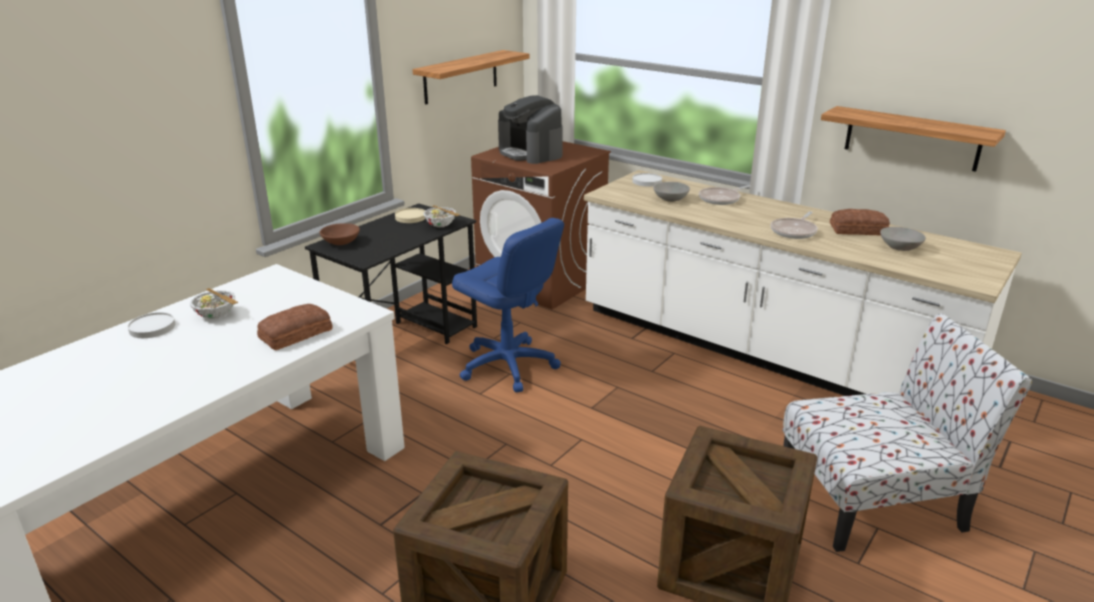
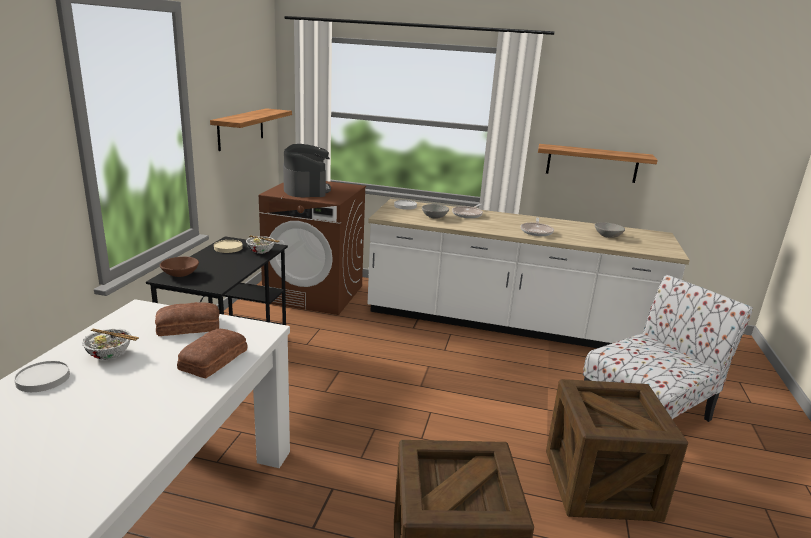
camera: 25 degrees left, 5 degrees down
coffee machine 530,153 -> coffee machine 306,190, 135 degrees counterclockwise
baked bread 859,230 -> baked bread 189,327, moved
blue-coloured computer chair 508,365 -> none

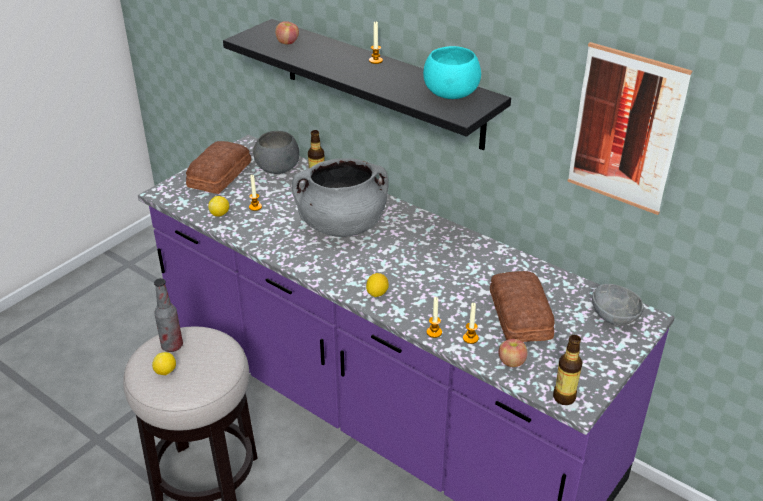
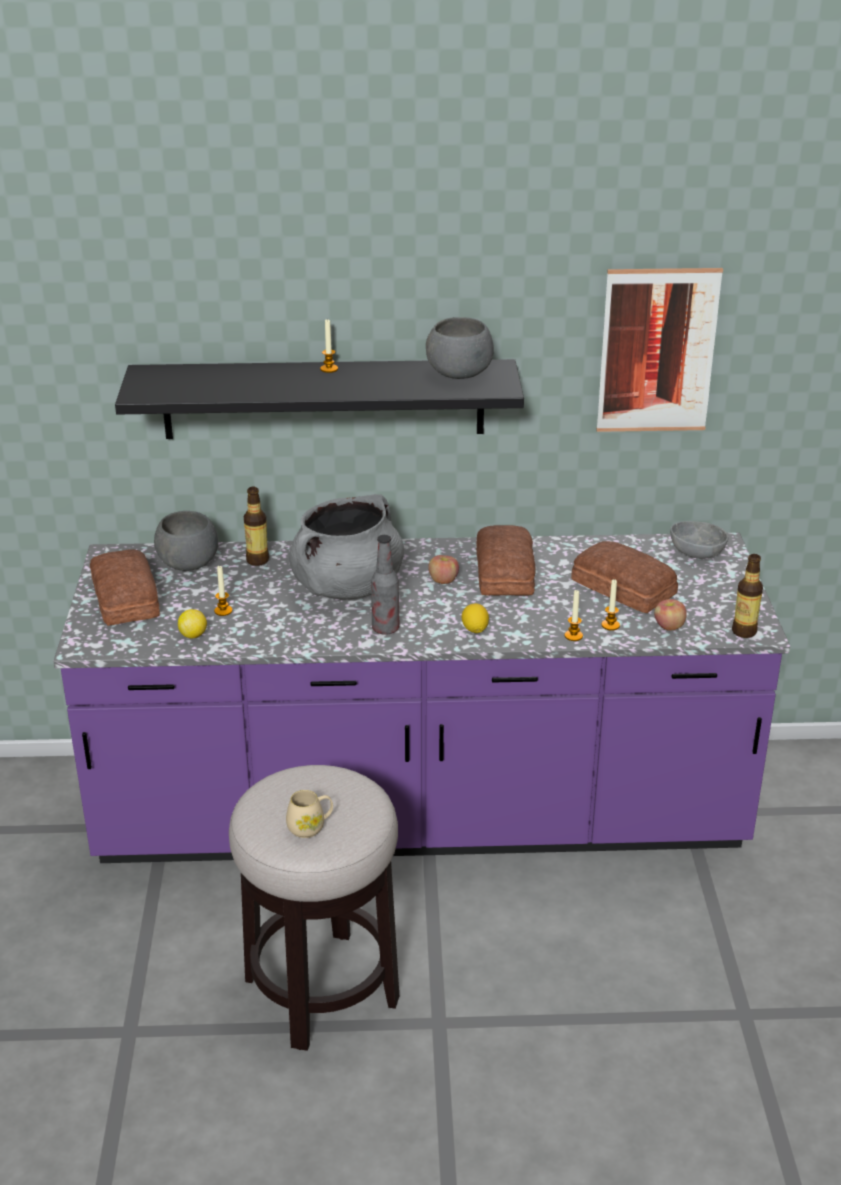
camera: 40 degrees left, 5 degrees down
apple fruit 287,42 -> apple fruit 443,580, moved
blue-green deep dish 450,94 -> greyish deep dish 458,375
bottle 172,346 -> bottle 385,629, moved
lemon 166,372 -> beige coffee mug 310,827
none -> baked bread 506,571

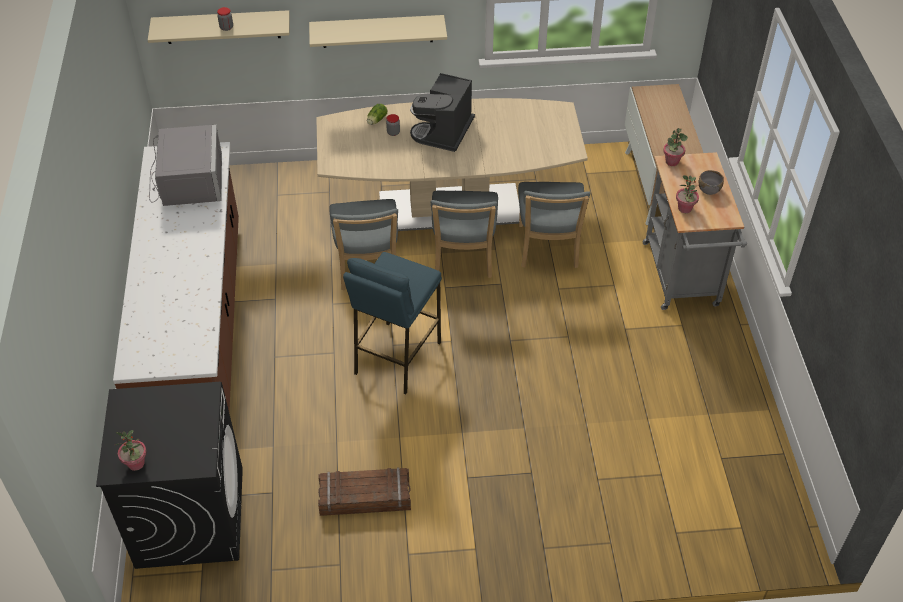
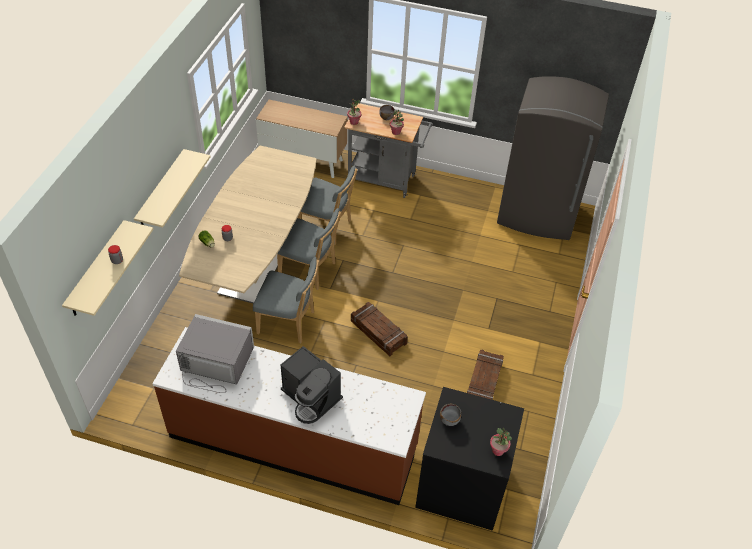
camera: 70 degrees left, 0 degrees up
coffee machine 444,133 -> coffee machine 311,398, moved
blue-coloured sitting stool 396,358 -> packing crate 378,333
none -> greyish fridge 537,215
none -> greyish deep dish 449,420

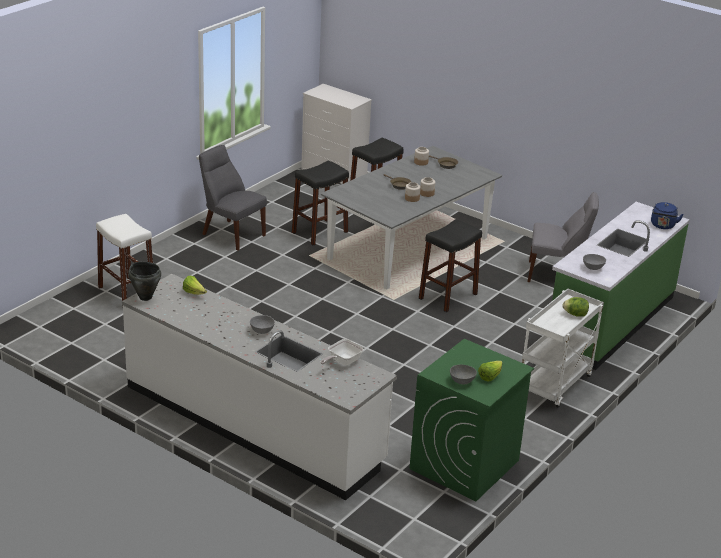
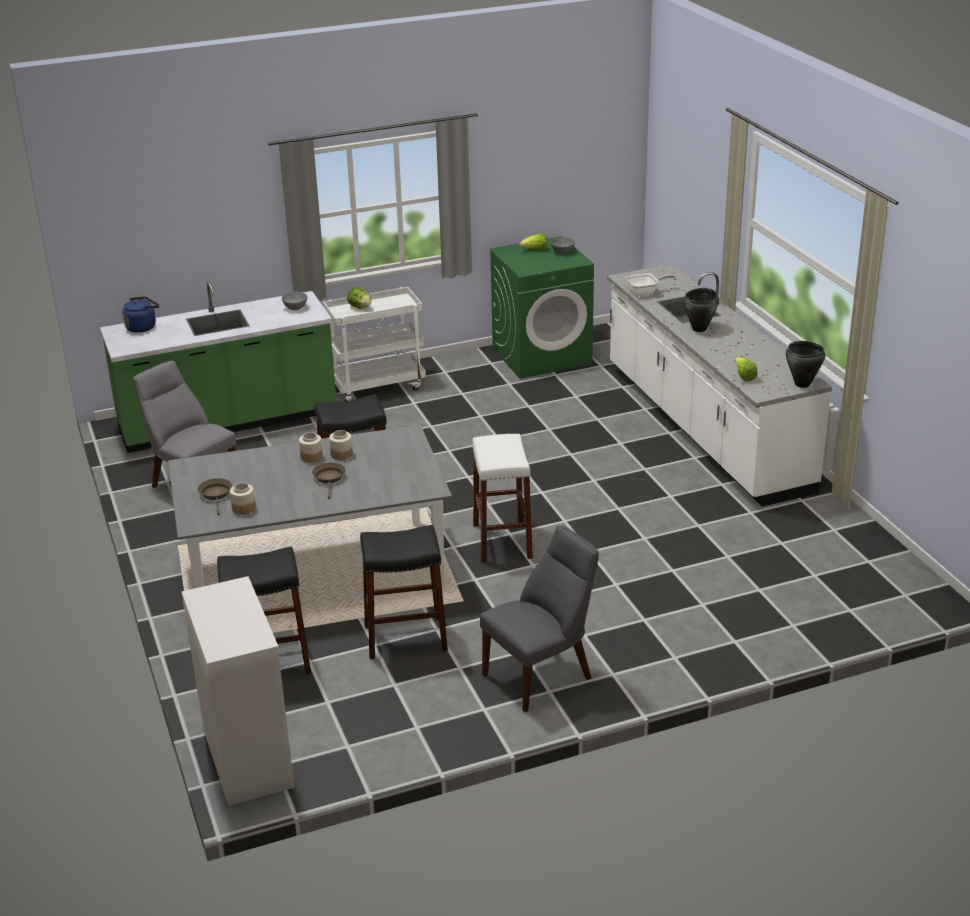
camera: 145 degrees left, 0 degrees up
greyish chair 231,234 -> greyish chair 541,675, 105 degrees counterclockwise
white sitting stool 126,292 -> white sitting stool 502,541, moved
greyish deep dish 261,331 -> black saucepot 699,329

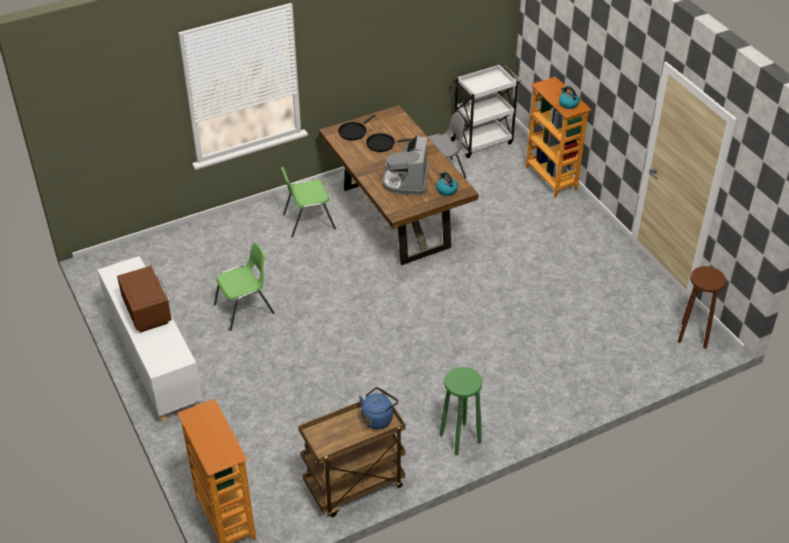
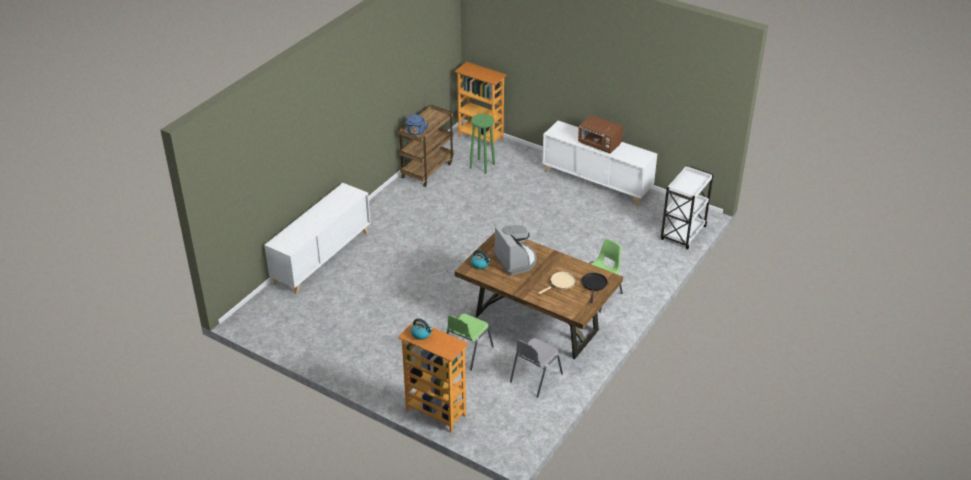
camera: 150 degrees right, 5 degrees down
white cart 483,141 -> white cart 683,234, moved
black skillet 382,144 -> beige skillet 561,283
green chair 245,309 -> green chair 467,352, moved
brownish sitting stool 693,336 -> none
green sitting stool 459,438 -> green sitting stool 482,166, moved
none -> white storage cabinet 322,257

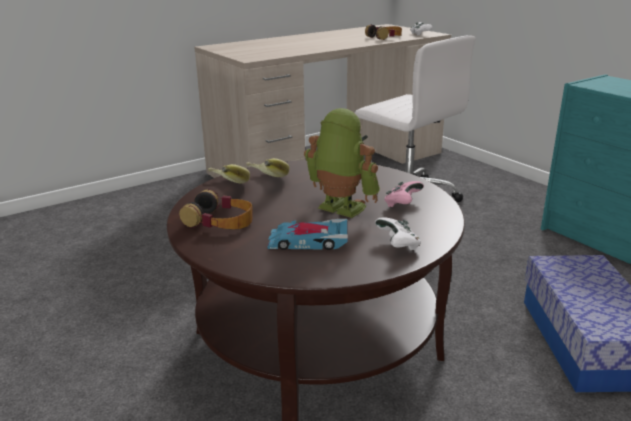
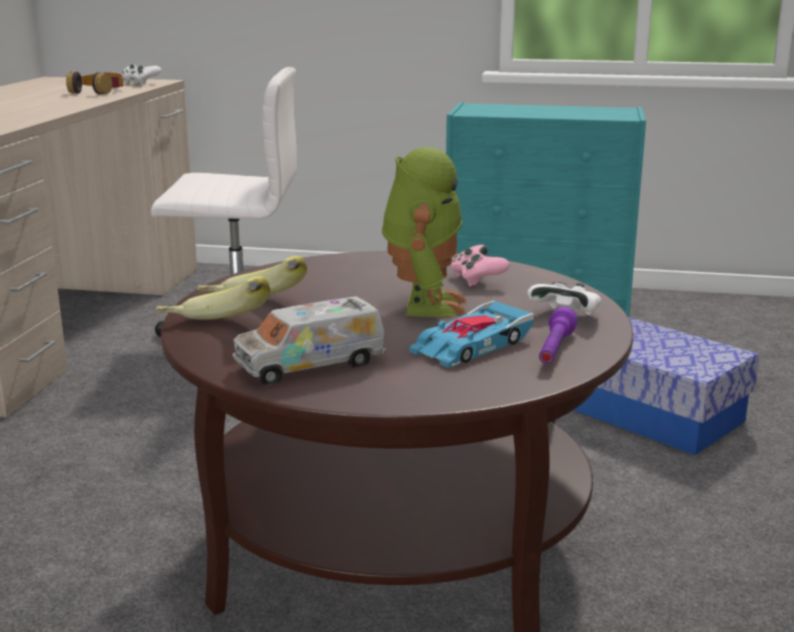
camera: 45 degrees left, 5 degrees down
robot figure 339,209 -> robot figure 423,305, 105 degrees clockwise
pair of headphones 220,221 -> model truck 310,364
none -> purple-coloured hand torch 555,350

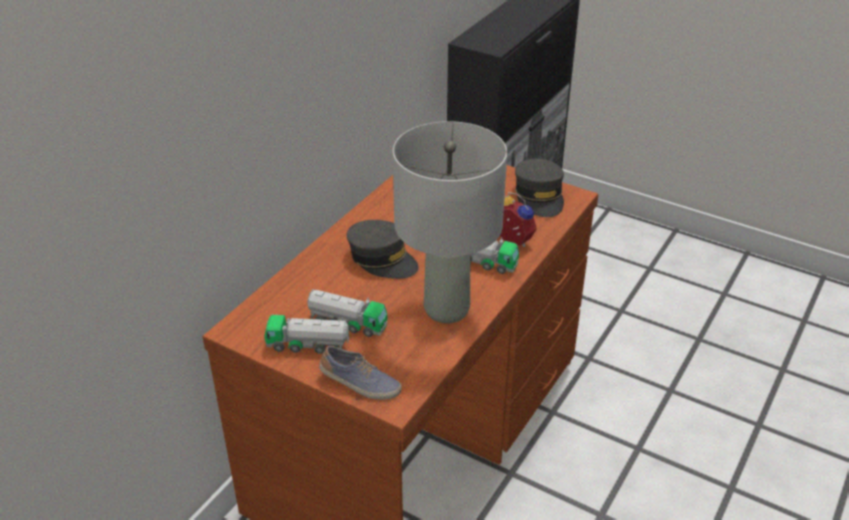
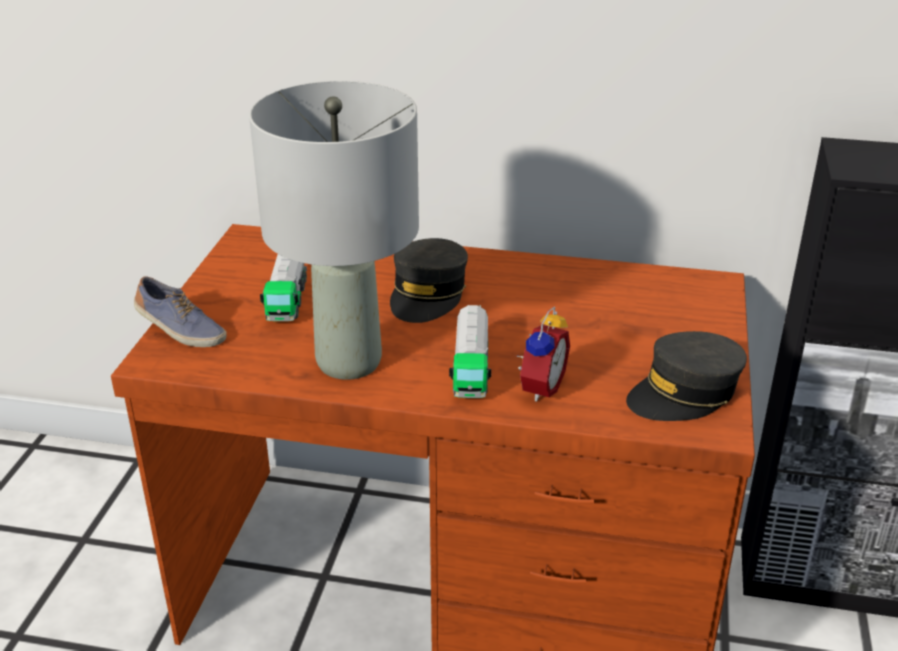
camera: 70 degrees right, 5 degrees down
model truck 308,345 -> none
shoe 360,384 -> shoe 180,330, 60 degrees counterclockwise

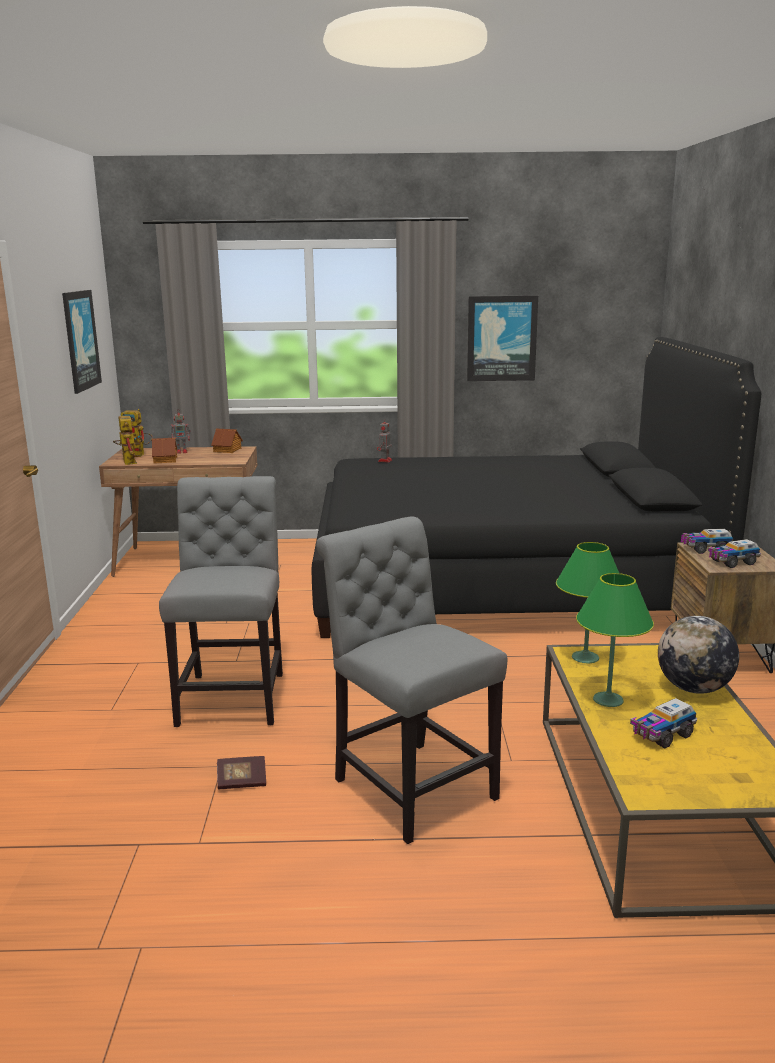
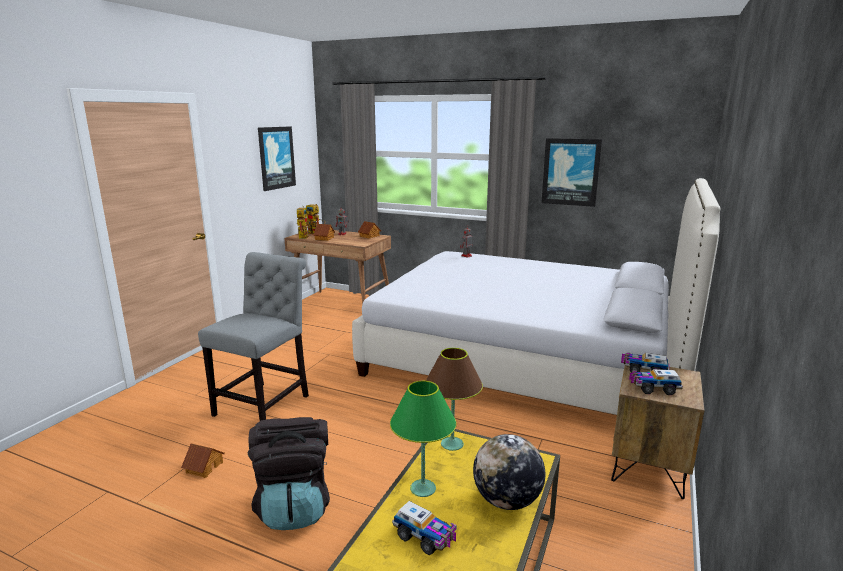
camera: 25 degrees right, 0 degrees up
black bed 504,581 -> white bed 527,360
greyish chair 409,785 -> black rucksack 294,506
green lamp for a table 585,657 -> brownish lamp for a table 451,444
model truck 661,735 -> model truck 425,537, 135 degrees counterclockwise
book 242,782 -> miniature house 204,467

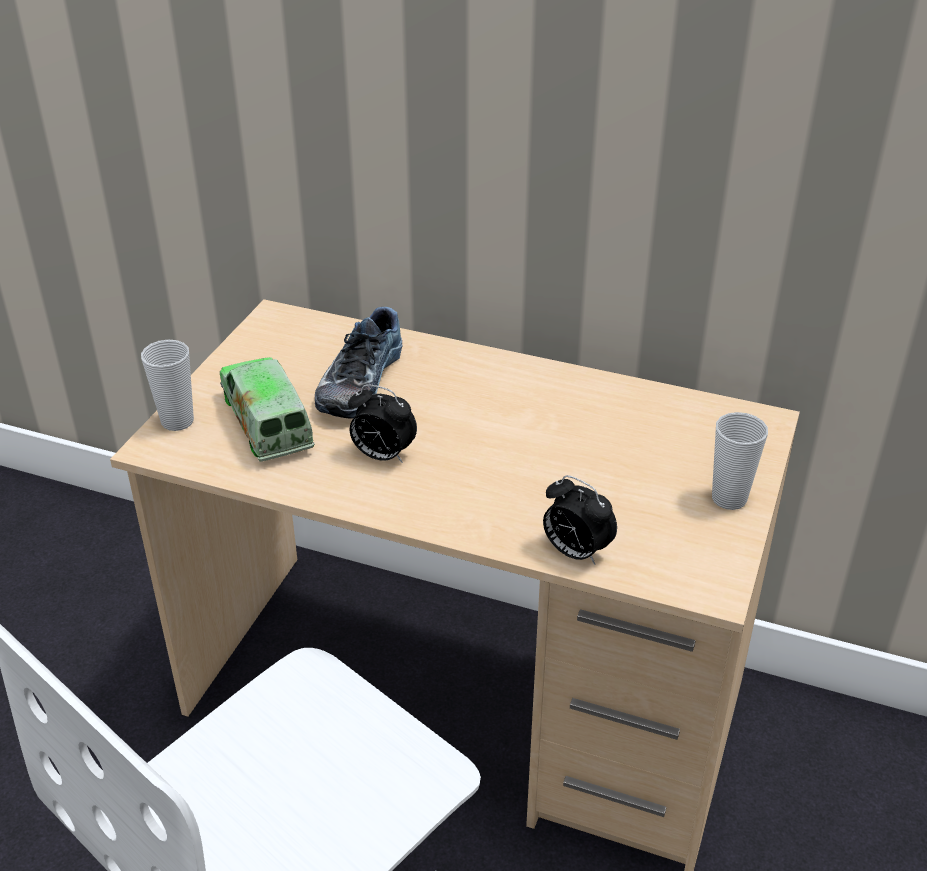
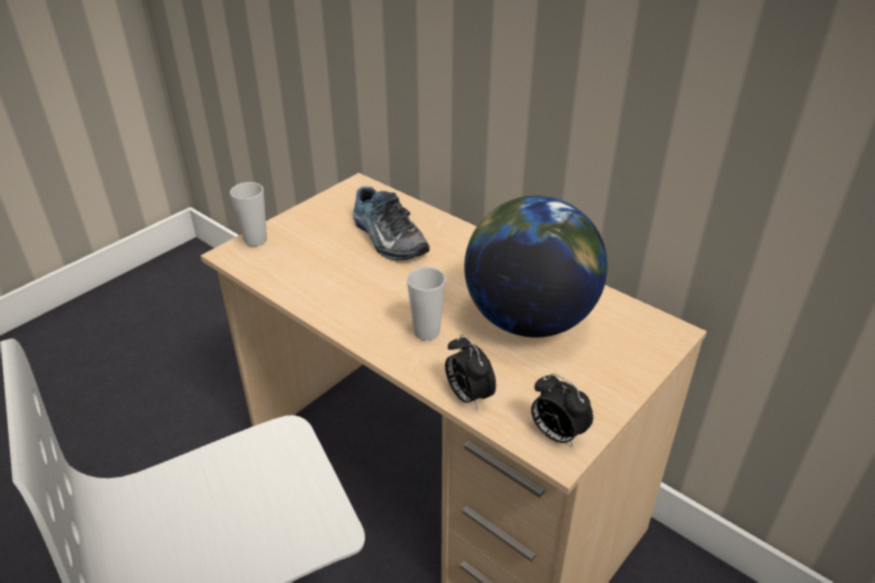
camera: 20 degrees right, 0 degrees up
shoe 358,381 -> shoe 386,238, 75 degrees counterclockwise
model truck 267,422 -> none
bedside clock 382,456 -> bedside clock 556,434, moved
cup 729,498 -> cup 426,332, moved
none -> desk globe 529,319

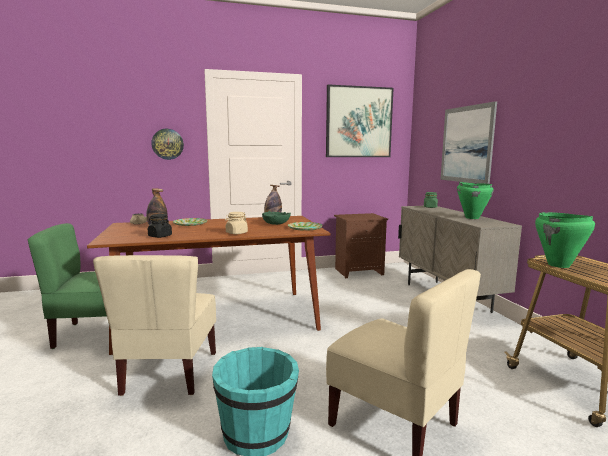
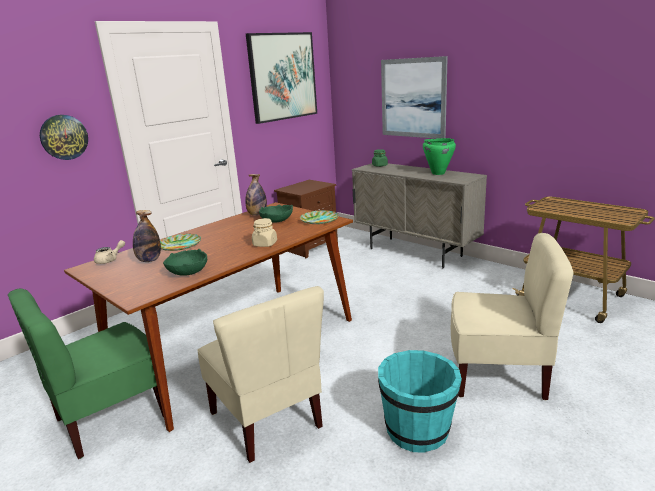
camera: 30 degrees left, 10 degrees up
green saucepot 559,265 -> none
black storage jar 160,236 -> green deep dish 188,272

